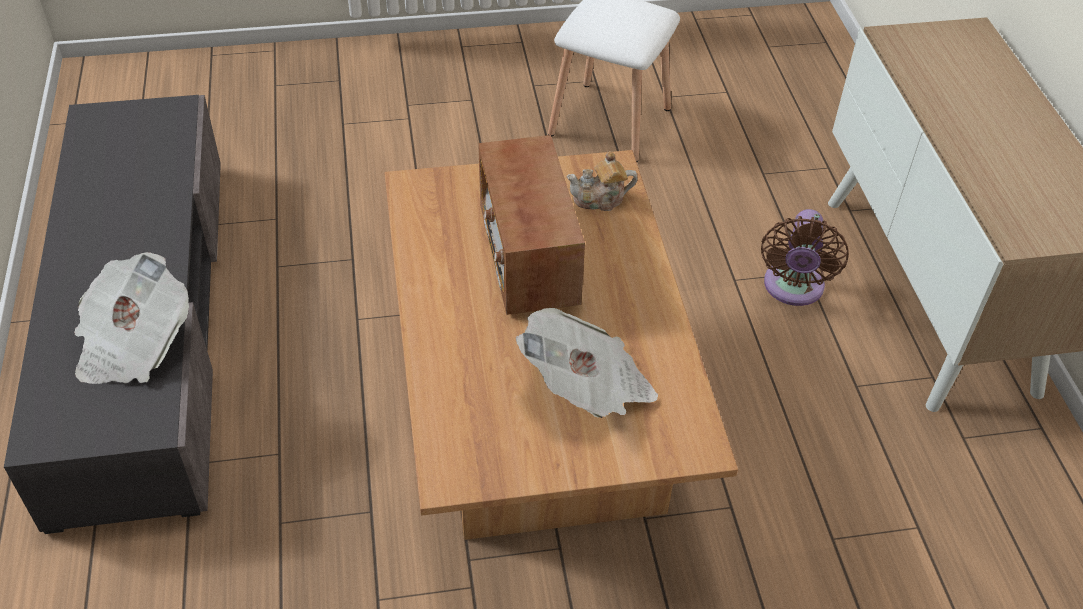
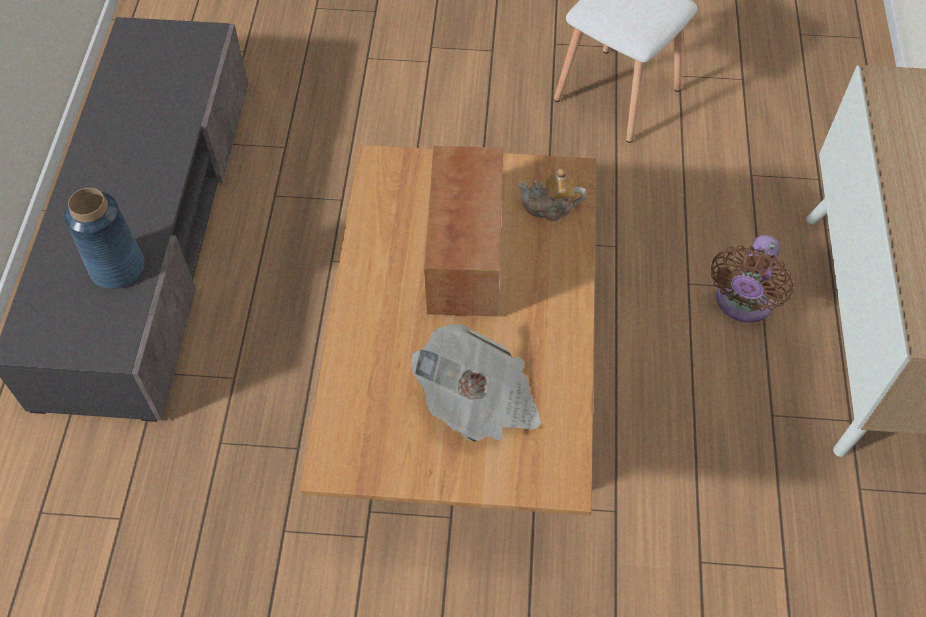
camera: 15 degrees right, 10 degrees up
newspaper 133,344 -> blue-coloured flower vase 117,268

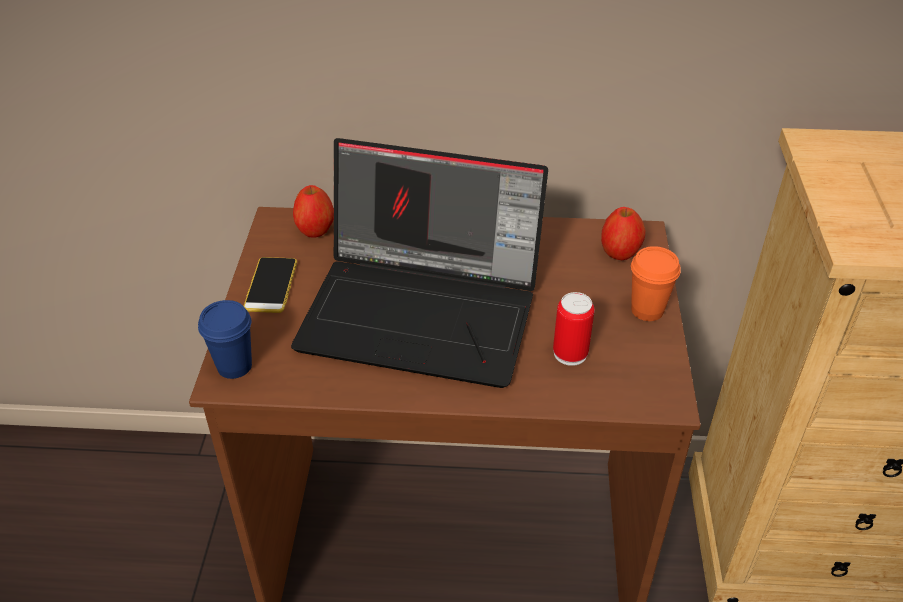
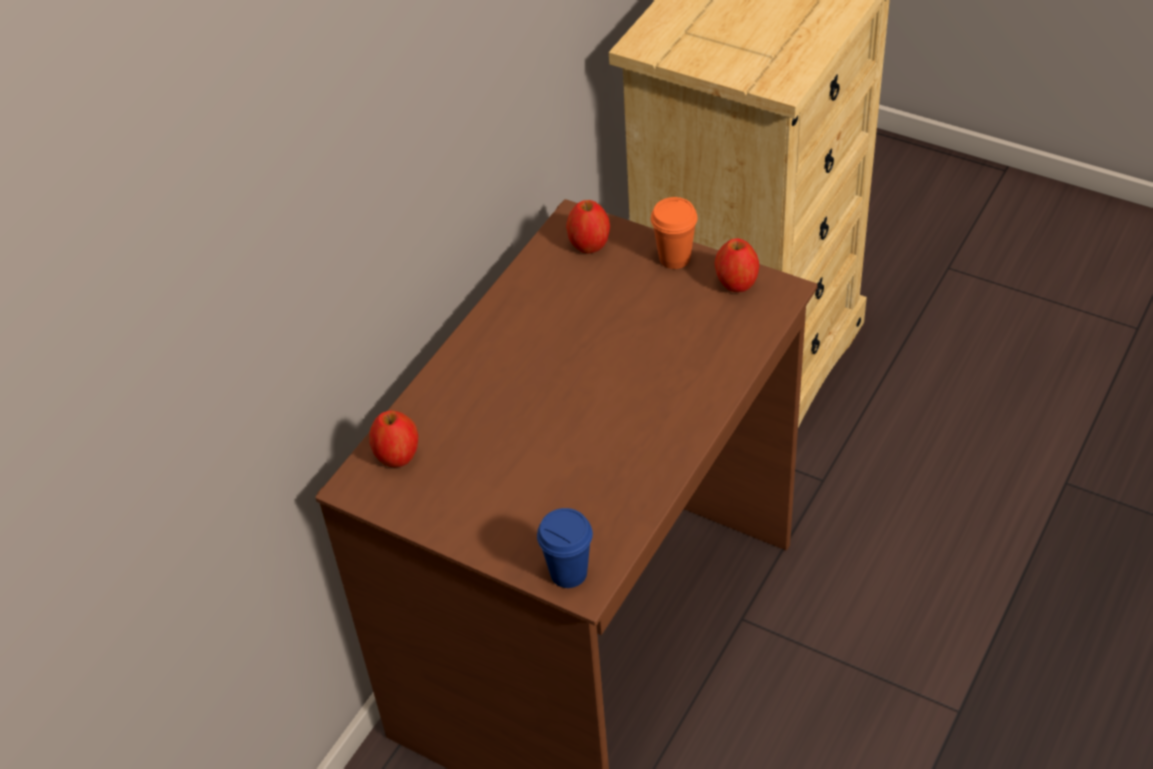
camera: 60 degrees left, 5 degrees up
portable computer 425,311 -> none
handset 271,285 -> none
can 570,353 -> none
none -> apple fruit 736,284

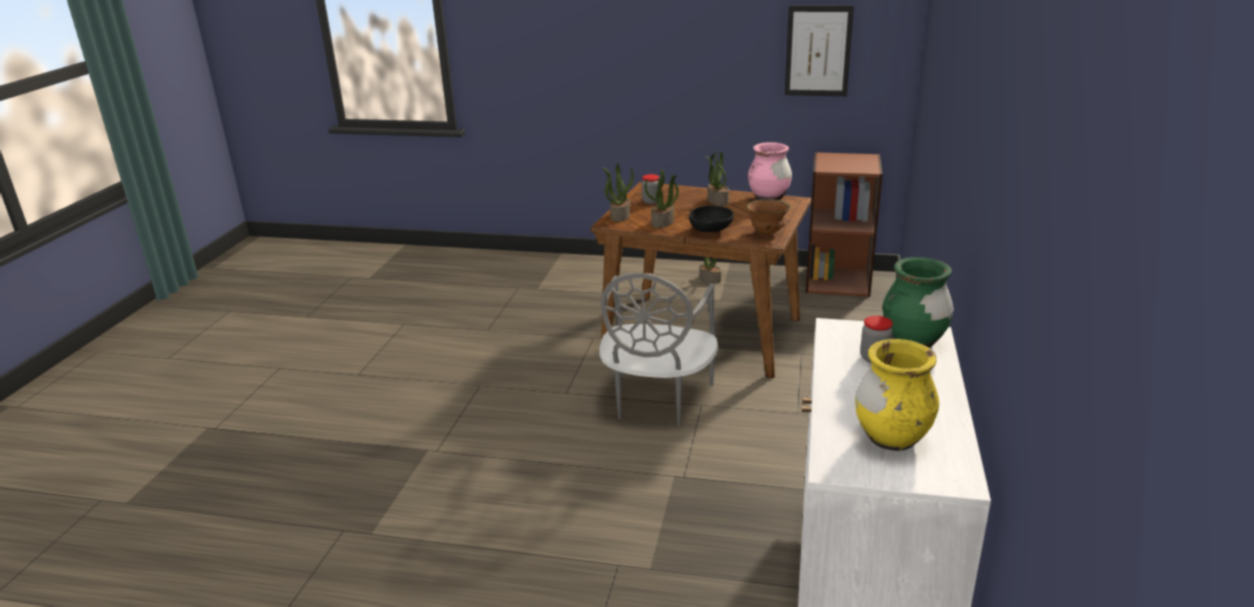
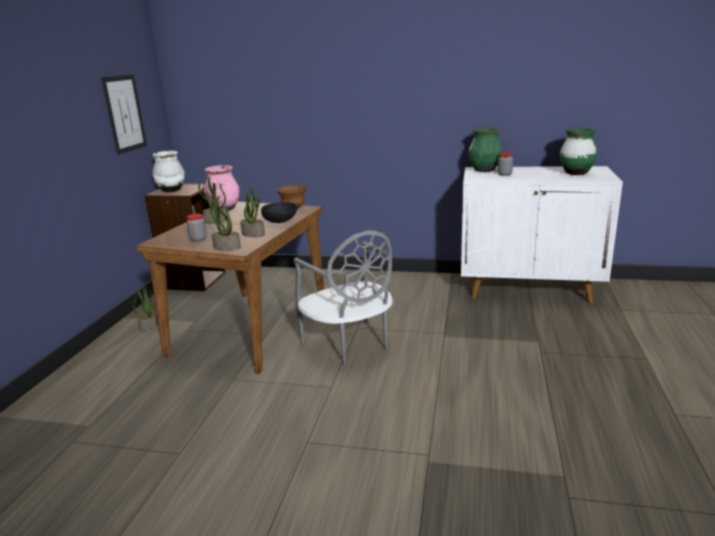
camera: 90 degrees left, 5 degrees down
greyish chair 657,401 -> greyish chair 349,344, 45 degrees clockwise
yellow-coloured flower vase 891,438 -> green flower vase 576,173
none -> white flower vase 171,190

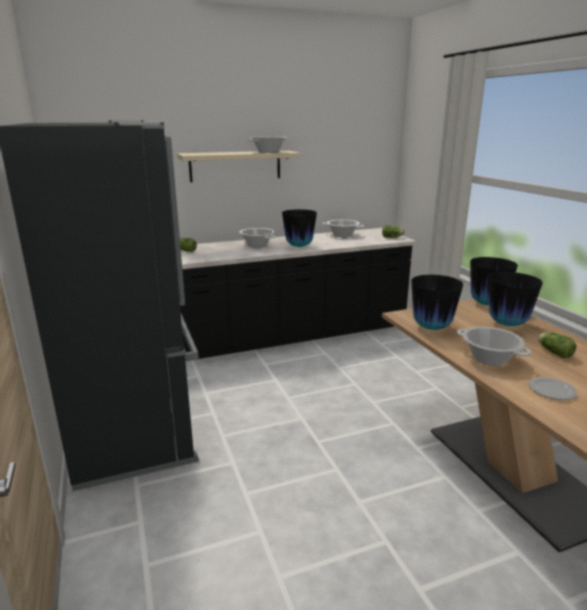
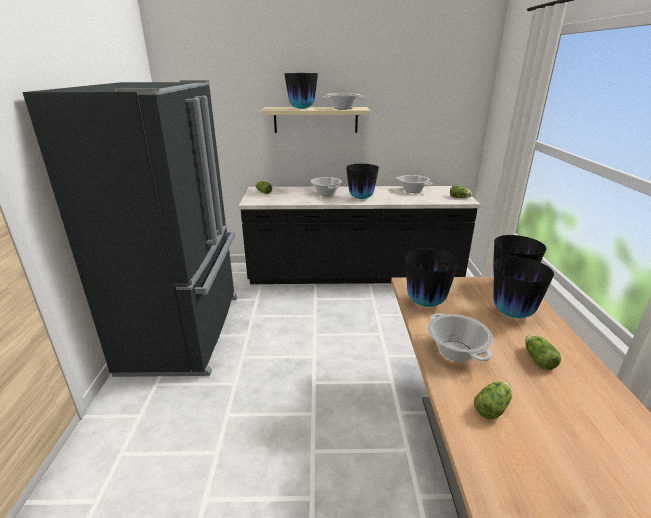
camera: 20 degrees right, 5 degrees up
dinner plate 551,390 -> head of lettuce 493,406
none -> flower vase 301,108

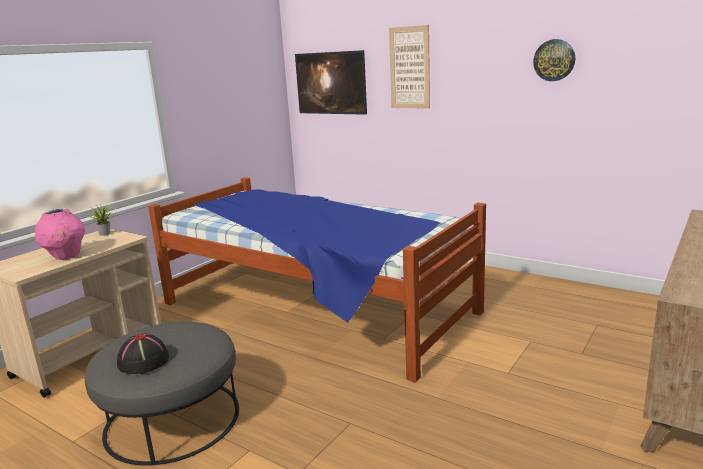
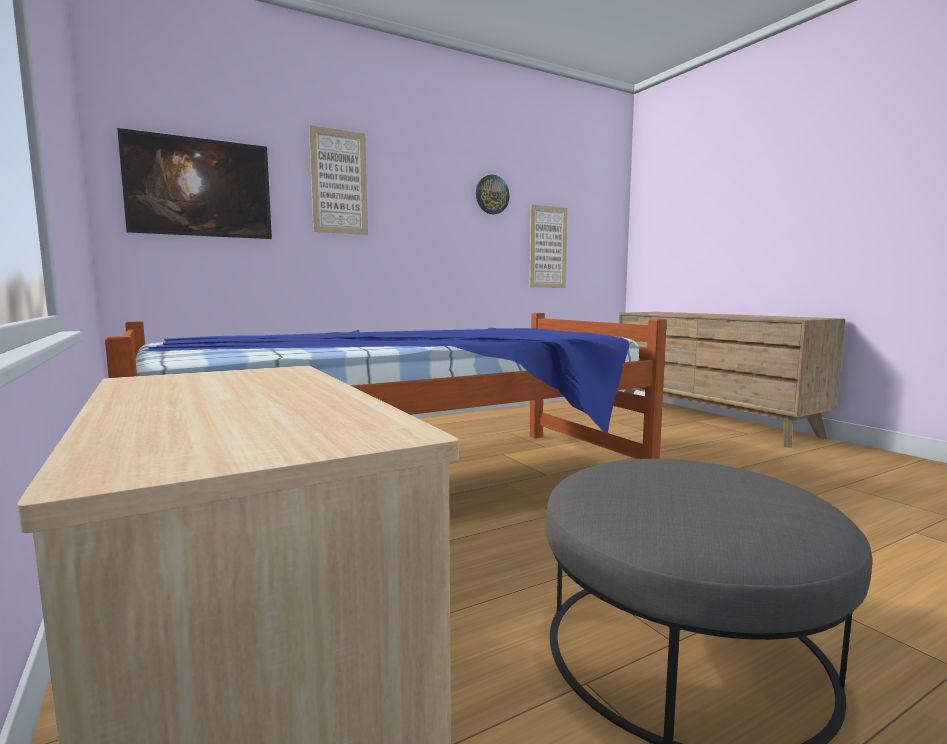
camera: 65 degrees left, 10 degrees down
potted plant 105,233 -> none
pink-coloured flower vase 66,256 -> none
black wearable hat 143,361 -> none
none -> picture 548,247

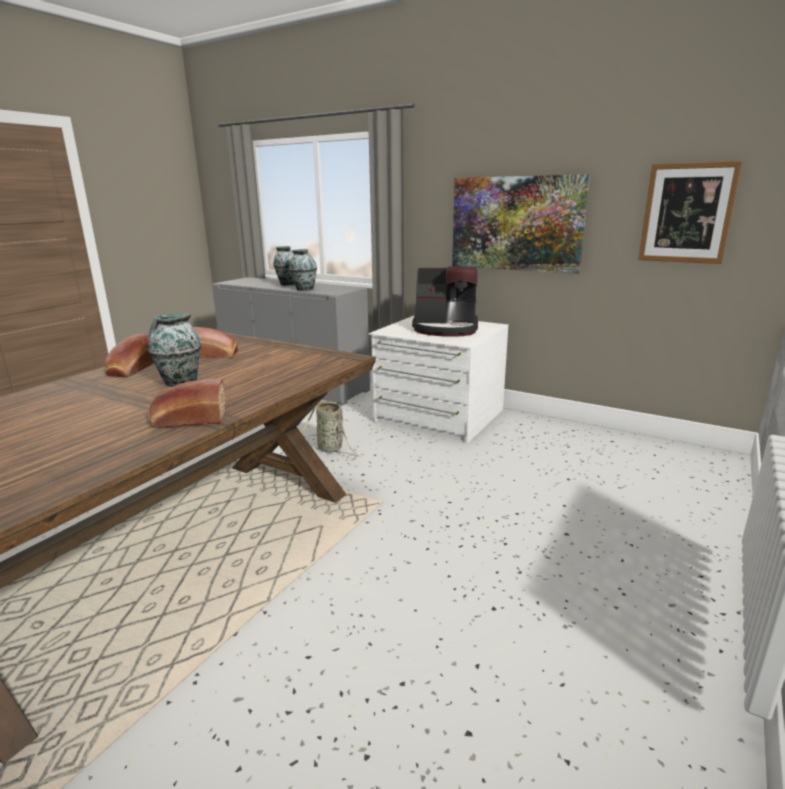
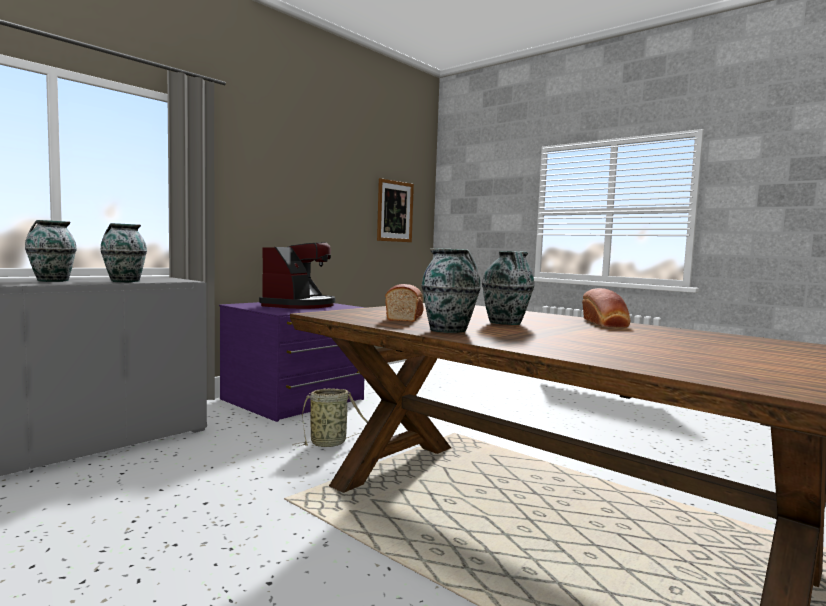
camera: 80 degrees left, 15 degrees down
picture 516,224 -> none
white drawer chest 438,416 -> purple-coloured drawer chest 294,400
baked bread 132,369 -> flower vase 449,331

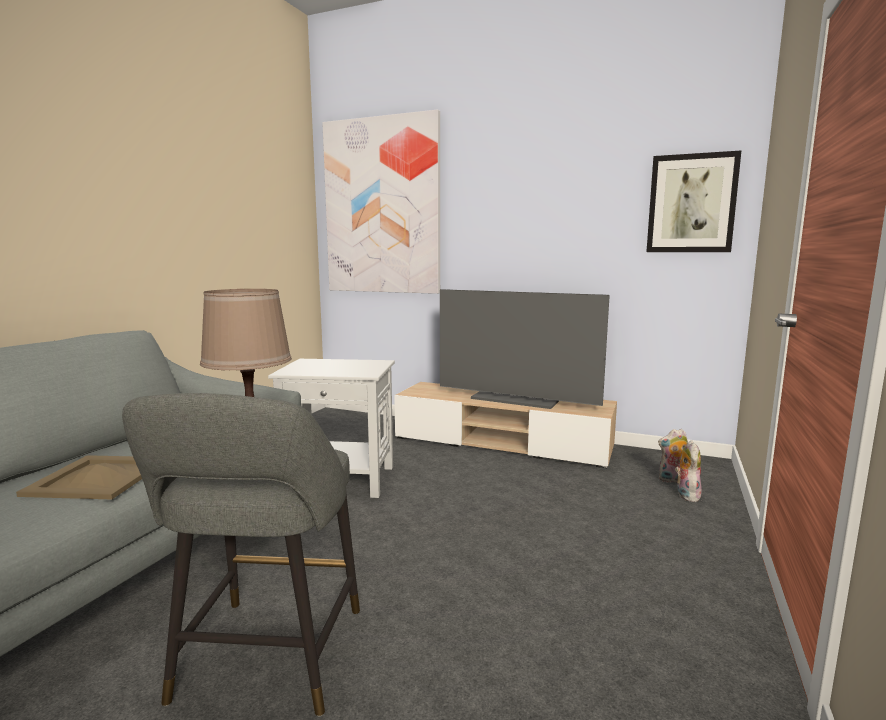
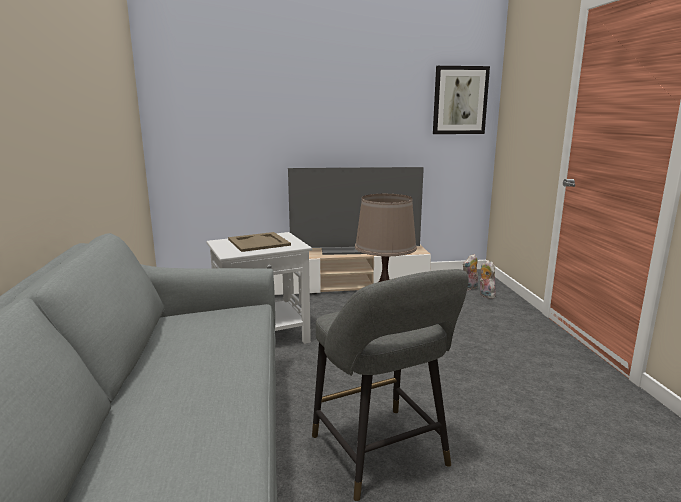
camera: 30 degrees left, 5 degrees up
picture 382,207 -> none
beige tray 98,478 -> beige tray 259,242, moved

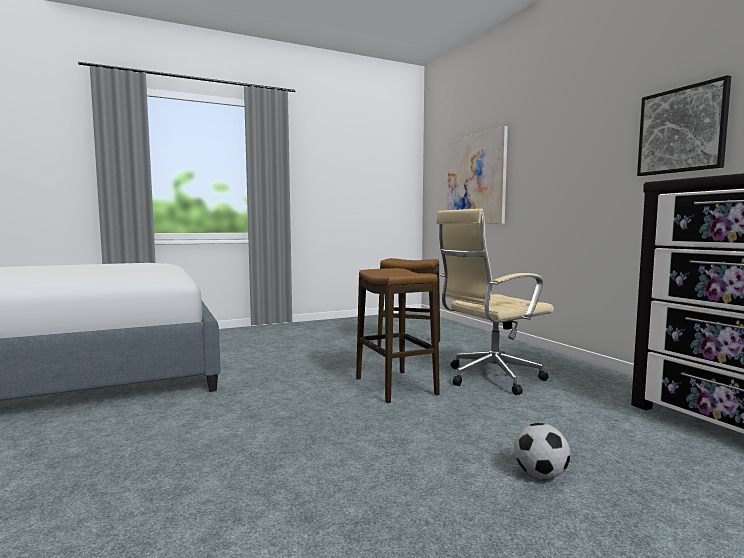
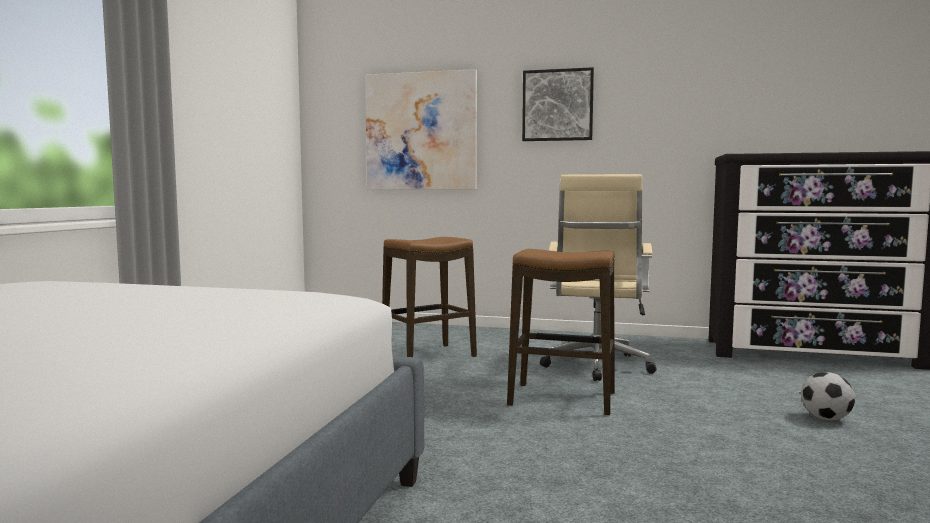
camera: 50 degrees left, 0 degrees up
picture 682,130 -> picture 557,105, moved

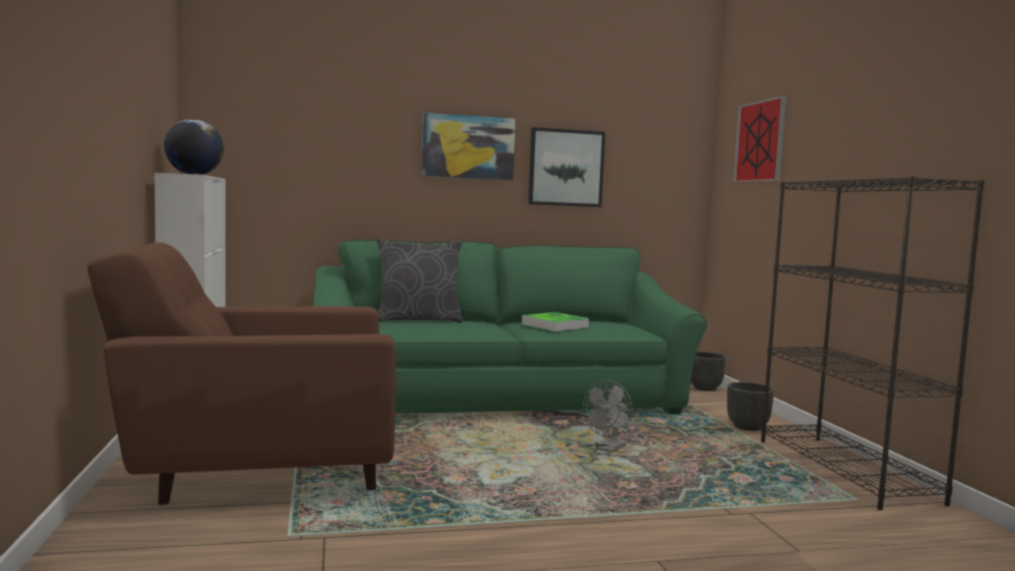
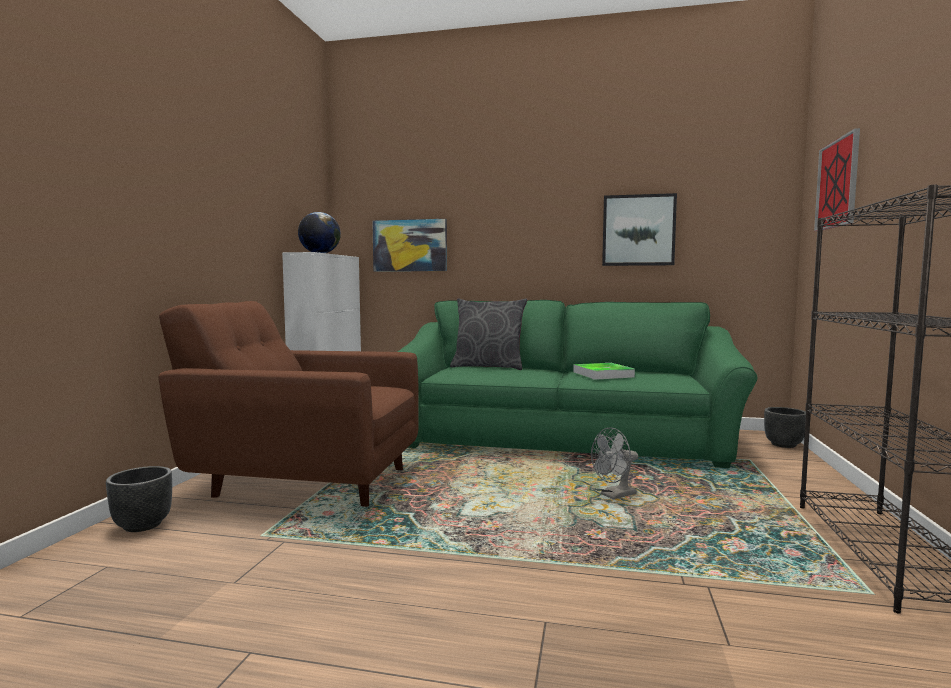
camera: 25 degrees right, 0 degrees up
picture 468,147 -> picture 410,245, moved
black flower pot 748,427 -> black flower pot 142,525, moved

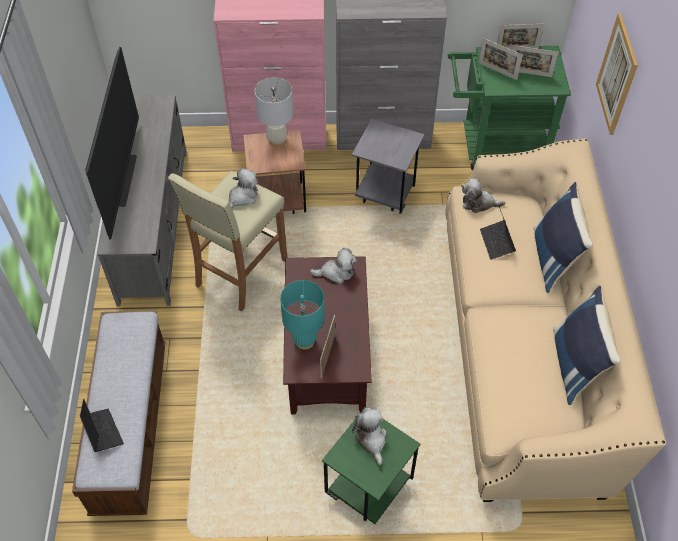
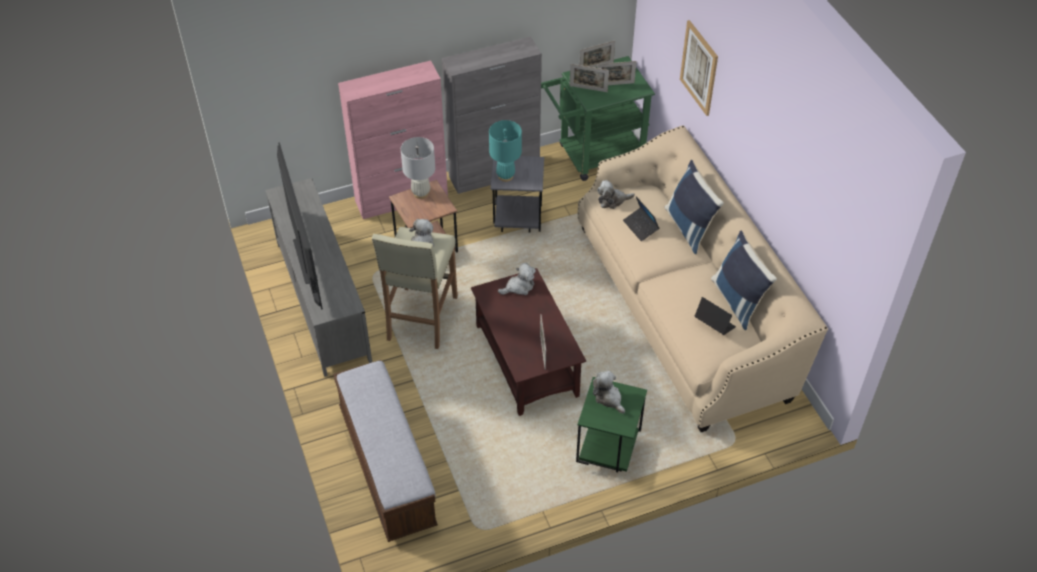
camera: 20 degrees left, 5 degrees down
blue-green lamp for a table 304,341 -> blue-green lamp for a table 505,176, moved
portable computer 102,432 -> portable computer 714,324, moved

